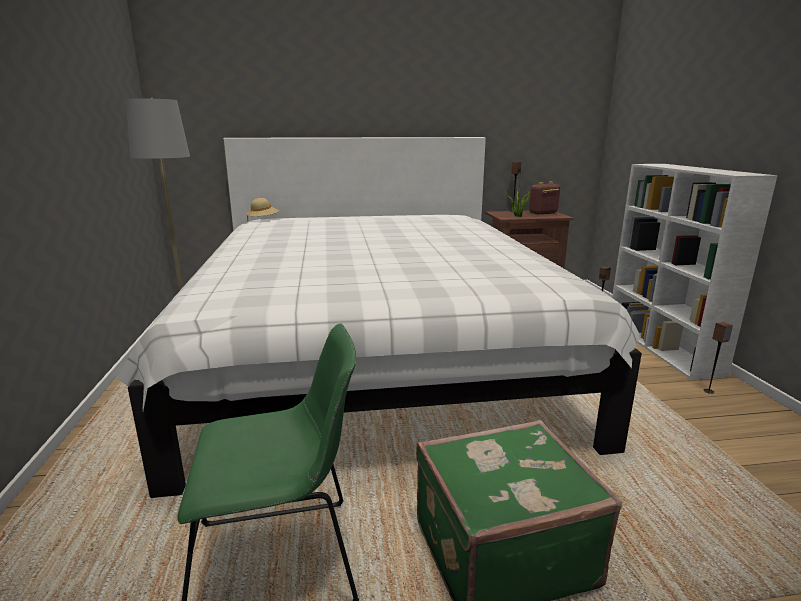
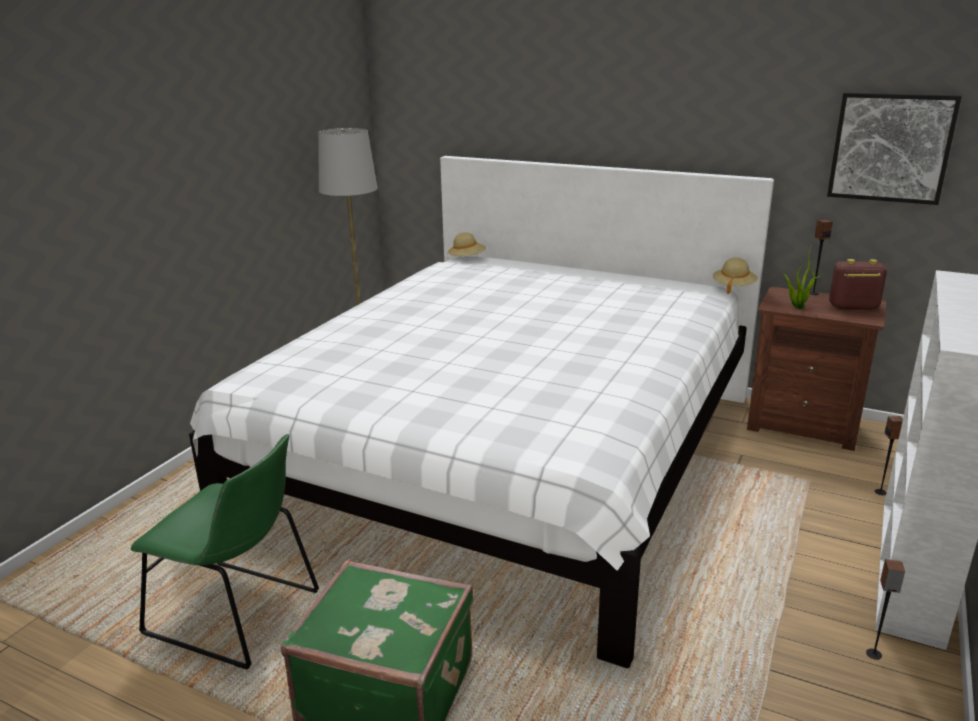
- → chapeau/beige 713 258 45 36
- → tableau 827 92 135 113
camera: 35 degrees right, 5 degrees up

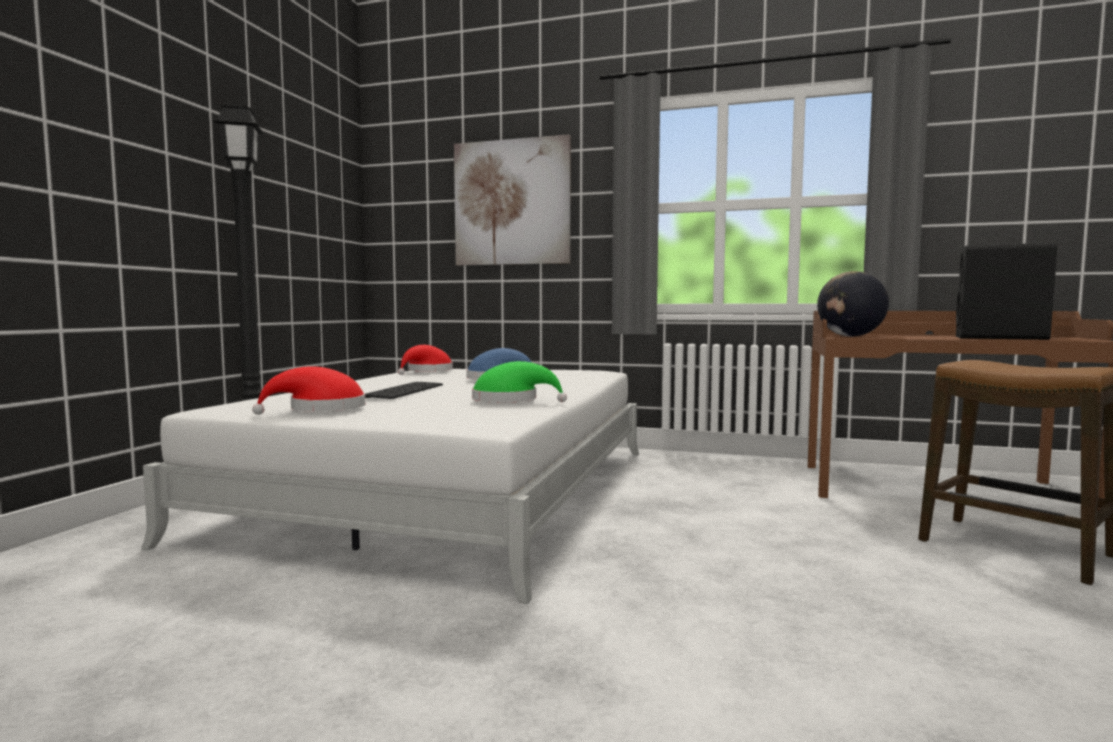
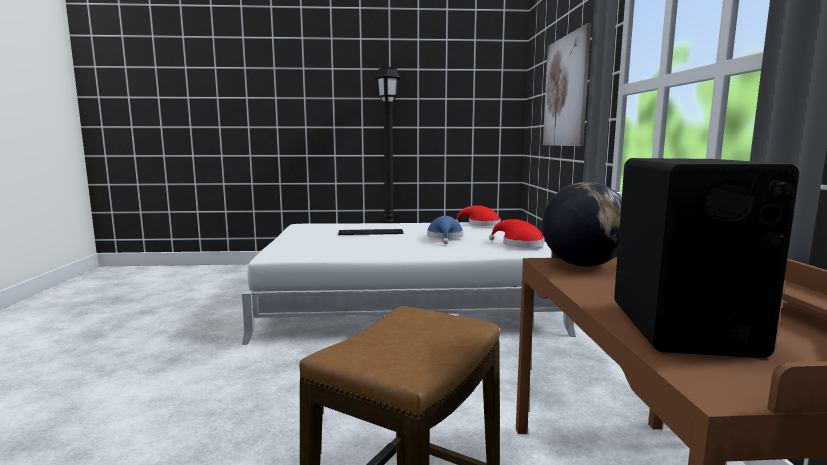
chapeau/rouge 252 366 113 49 → chapeau/rouge 489 219 55 28, relocated
chapeau/vert 472 361 95 42 → -
camera: 70 degrees right, 5 degrees up

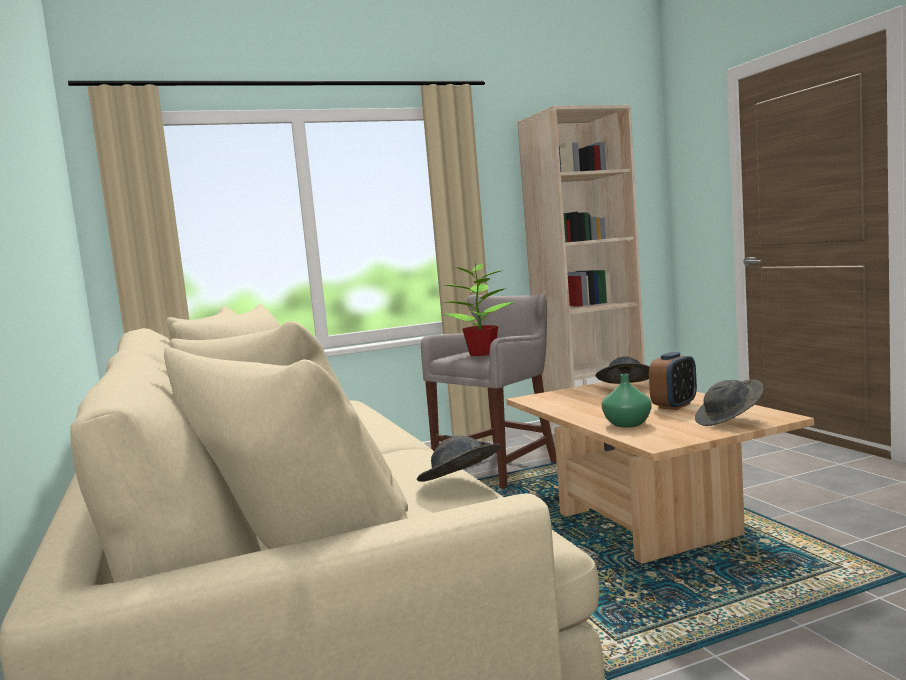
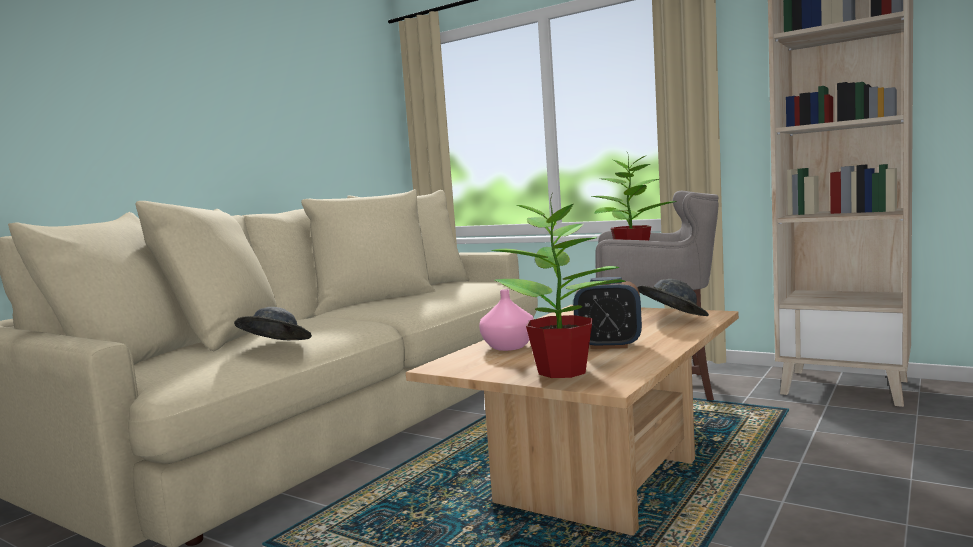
vase/vert 601 374 51 54 → vase/rose 479 289 55 62
chapeau/gris 695 379 69 47 → plante en pot 491 192 135 186
camera: 55 degrees right, 0 degrees up

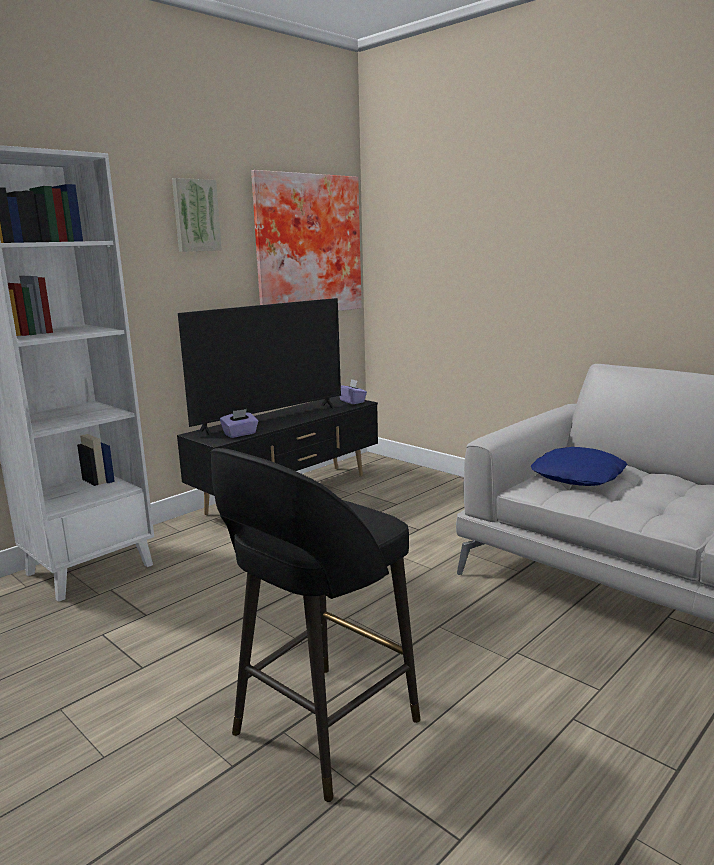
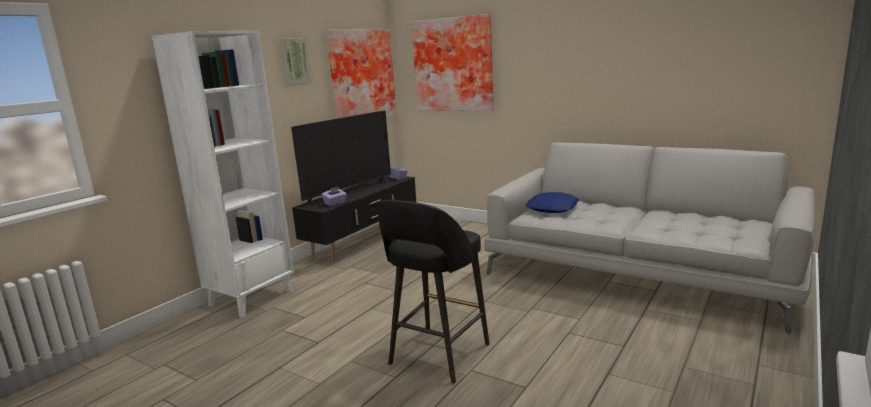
- → tableau 411 14 83 97
camera: 10 degrees left, 0 degrees up

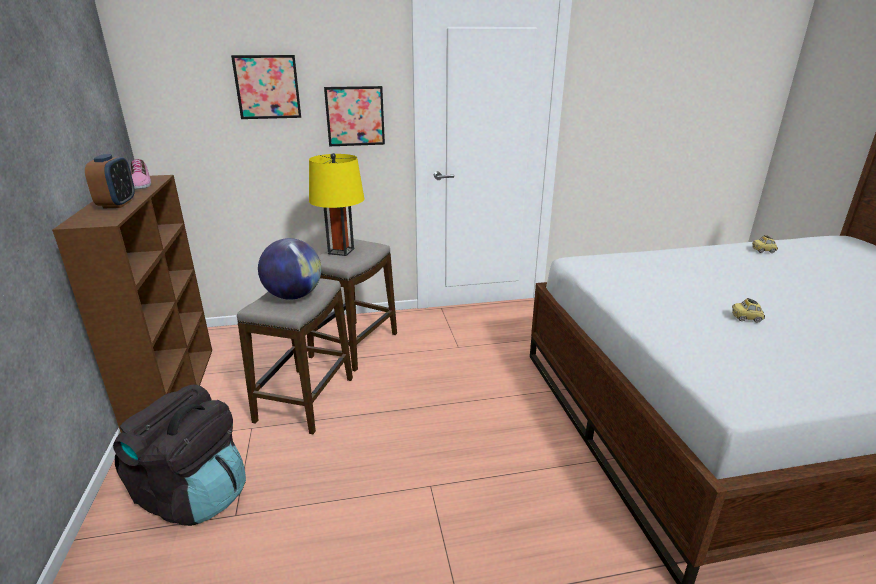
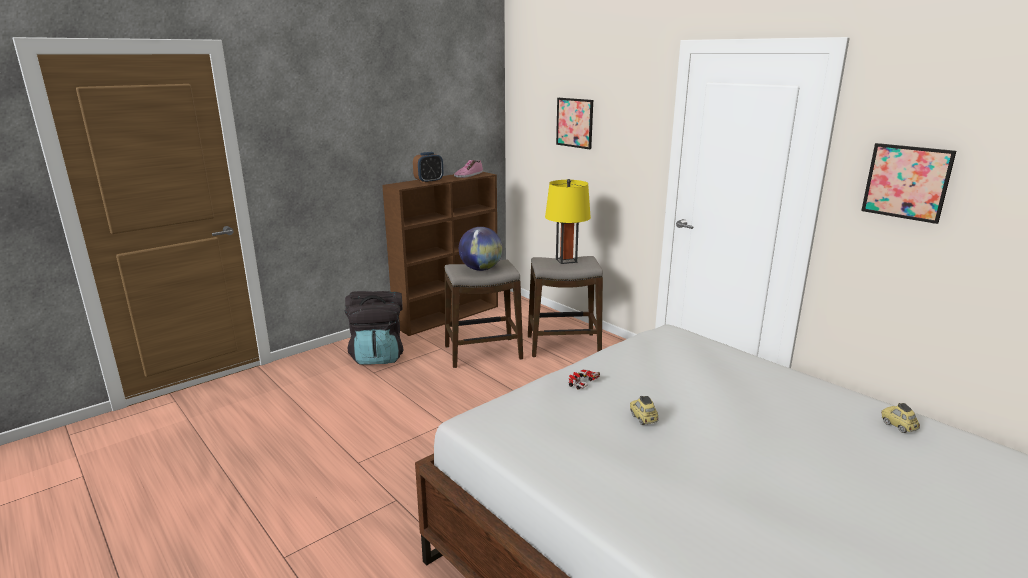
- → petite voiture 568 369 32 20
tableau 324 86 61 60 → tableau 861 143 95 81, relocated
camera: 60 degrees right, 5 degrees down

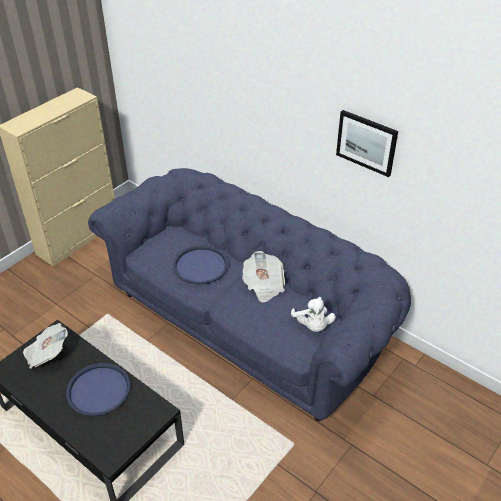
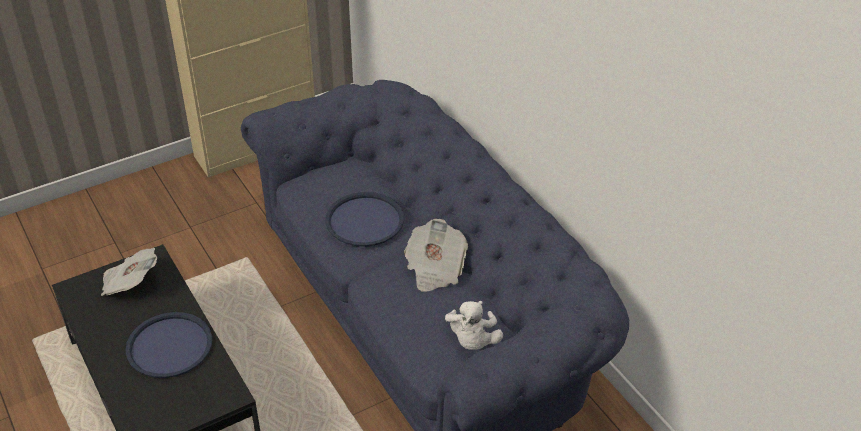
tableau 336 110 62 67 → -
camera: 20 degrees right, 0 degrees up

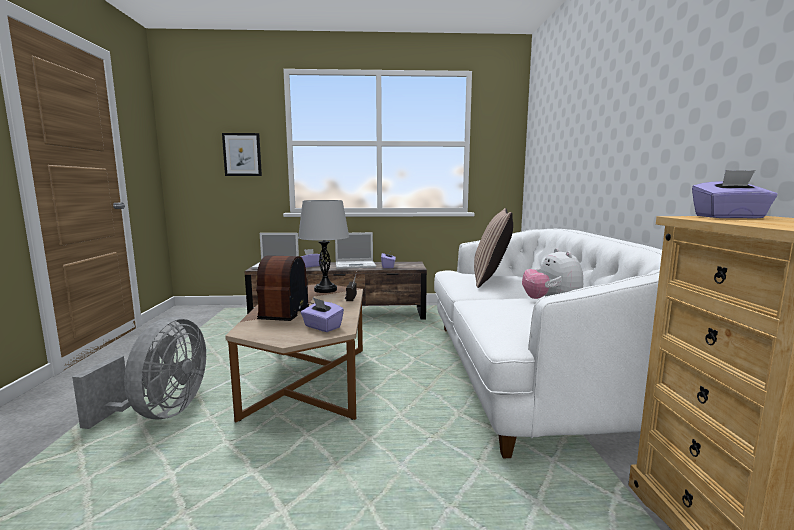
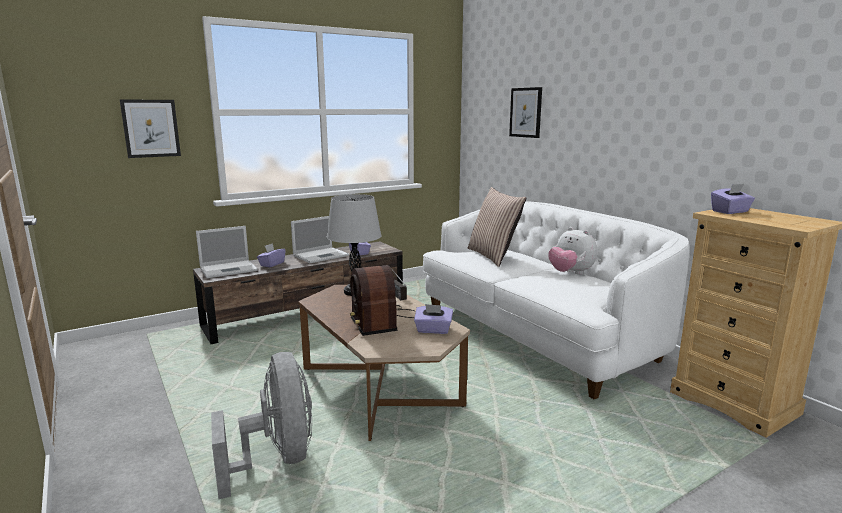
- → tableau 509 87 33 51
camera: 30 degrees left, 5 degrees up

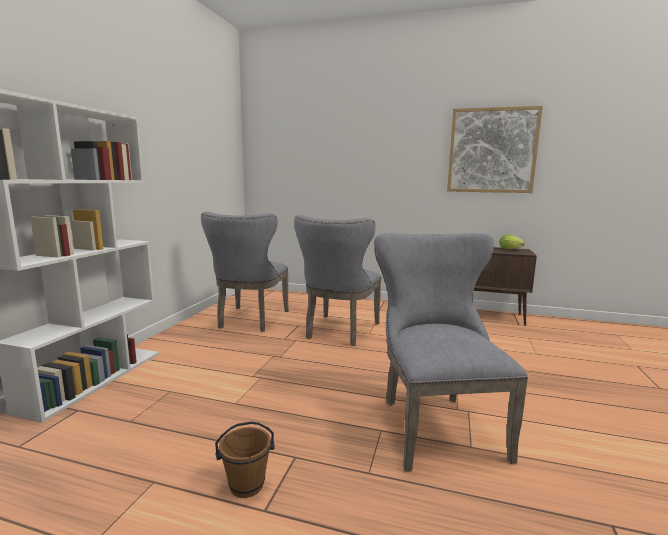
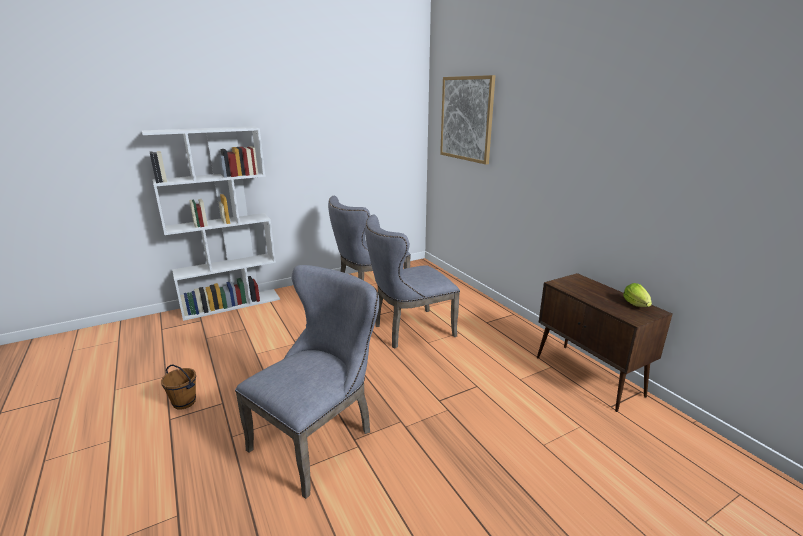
tableau 447 106 96 87 → tableau 440 75 55 89, relocated
camera: 45 degrees right, 10 degrees up

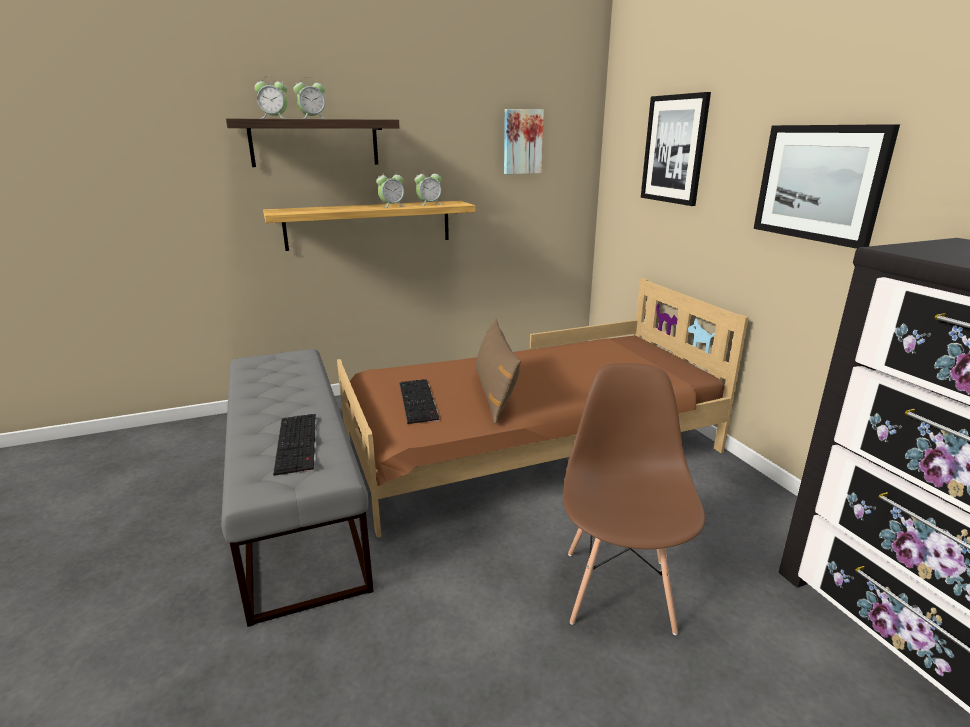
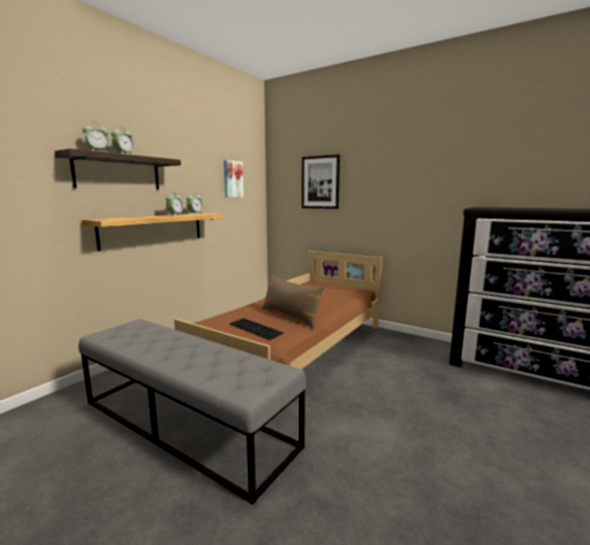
clavier 273 414 44 62 → -
chaise/marron 563 363 142 272 → -
tableau 754 124 146 125 → -
camera: 35 degrees left, 10 degrees down

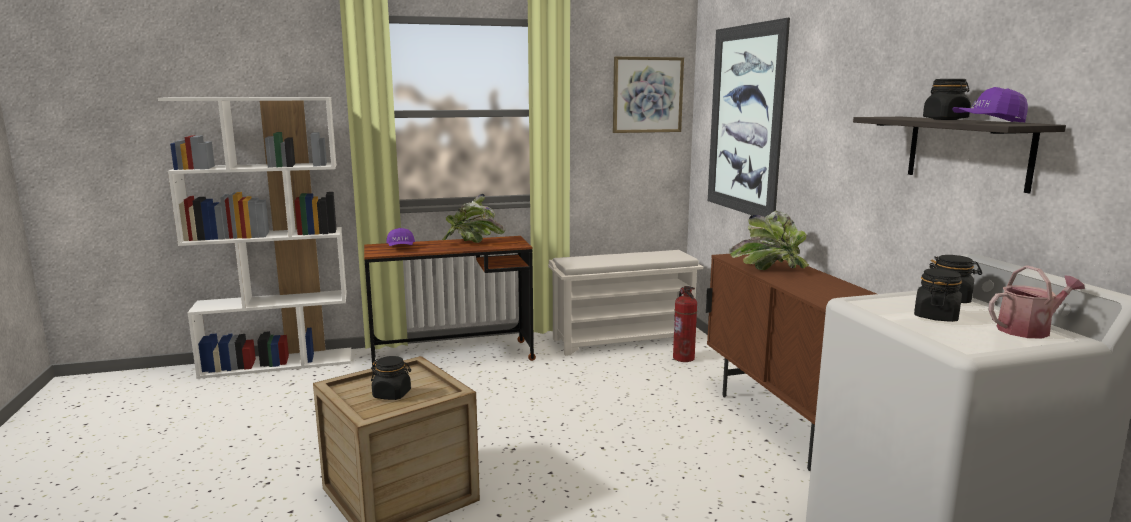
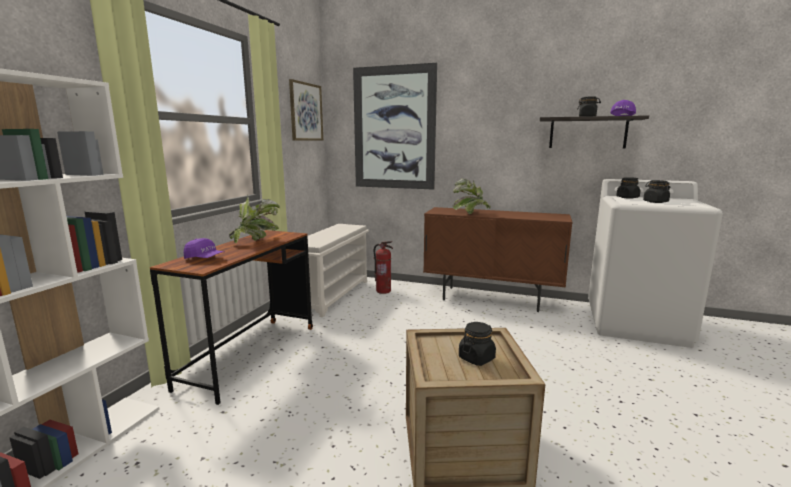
arrosoir 989 265 96 74 → -
camera: 55 degrees left, 0 degrees up

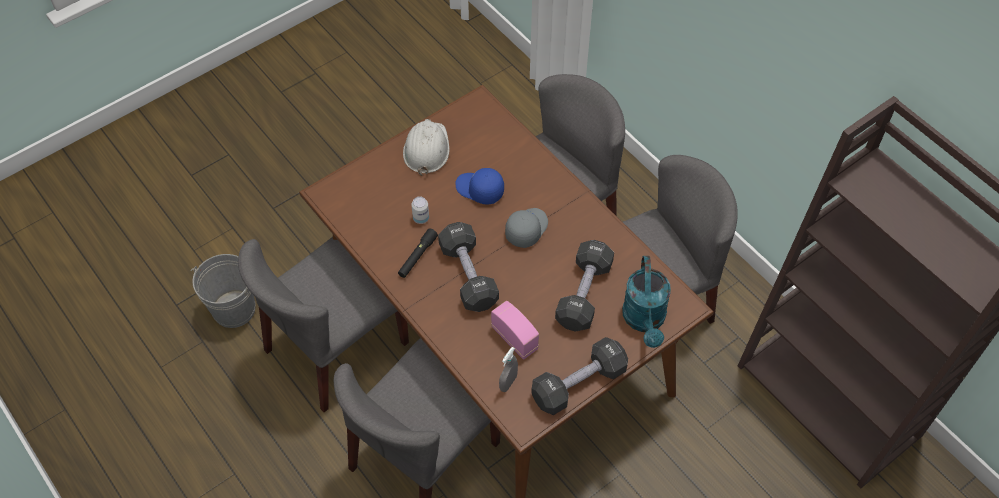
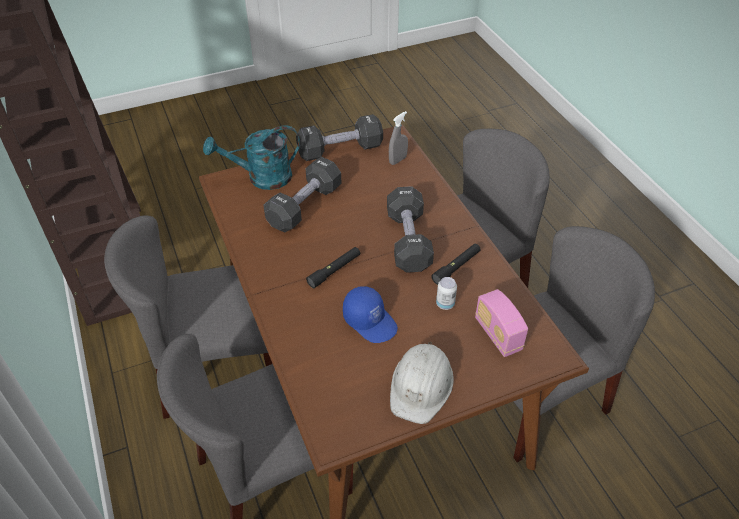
arrosoir/turquoise 622 256 49 92 → arrosoir/turquoise 203 125 97 65, 120 degrees counterclockwise
casquette/gris 505 208 43 40 → lampe de poche/noir 306 247 54 41
radio 491 301 48 59 → radio 475 289 53 68, relocated
seau/gris 191 254 64 74 → -
camera: 165 degrees left, 10 degrees down

